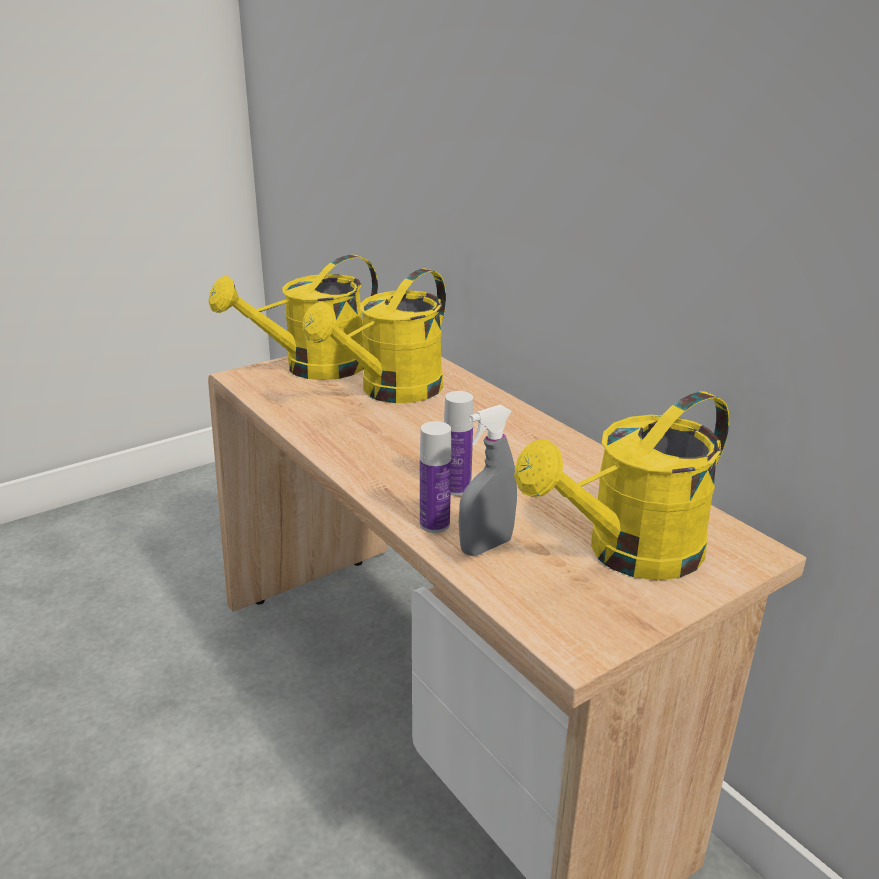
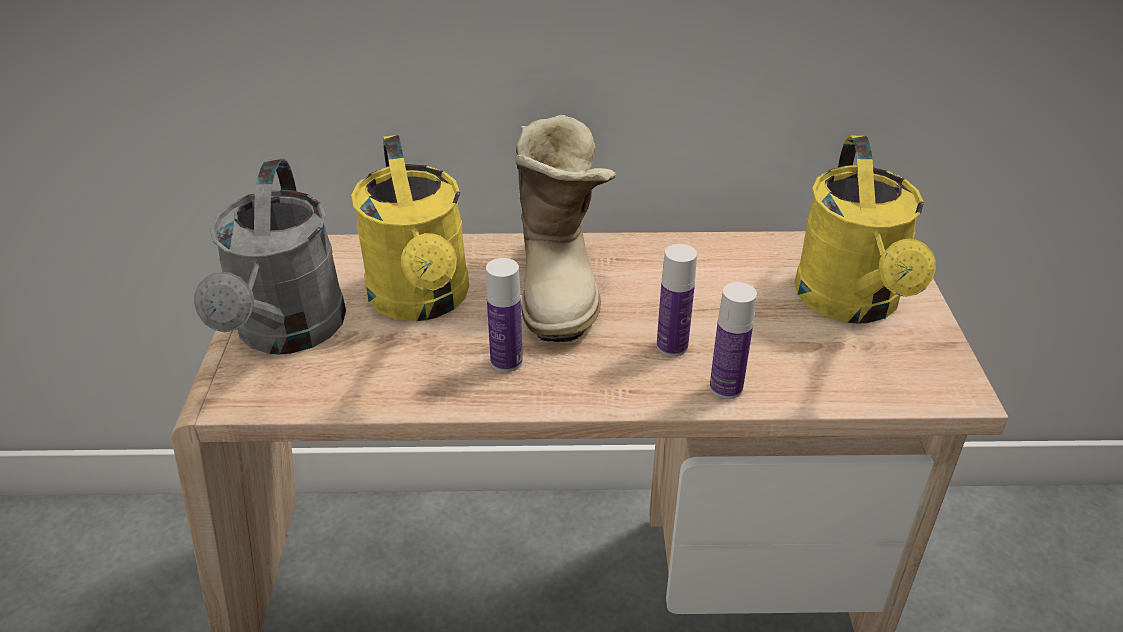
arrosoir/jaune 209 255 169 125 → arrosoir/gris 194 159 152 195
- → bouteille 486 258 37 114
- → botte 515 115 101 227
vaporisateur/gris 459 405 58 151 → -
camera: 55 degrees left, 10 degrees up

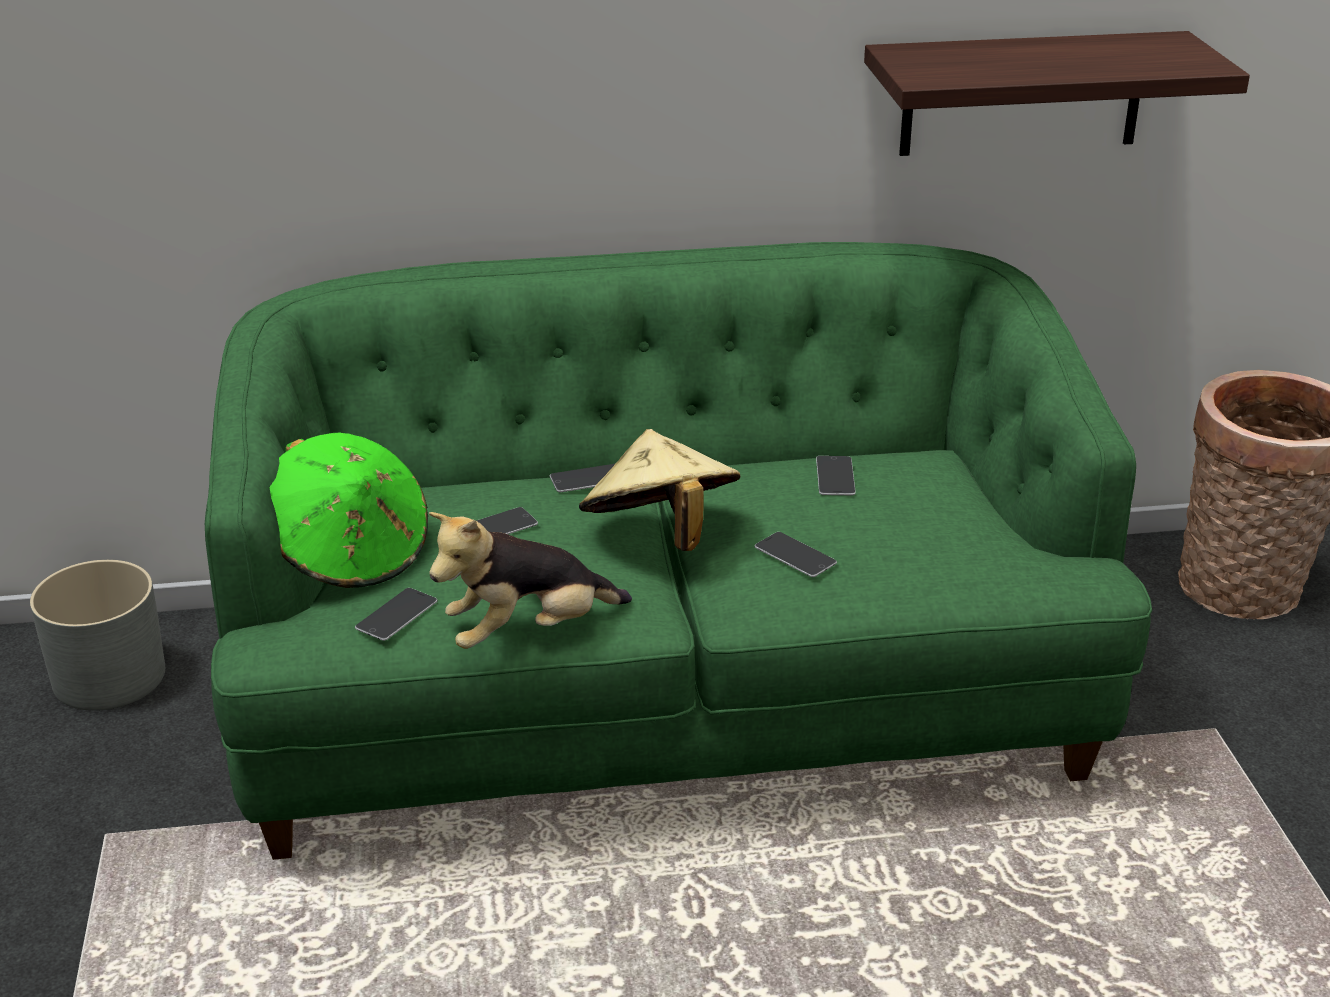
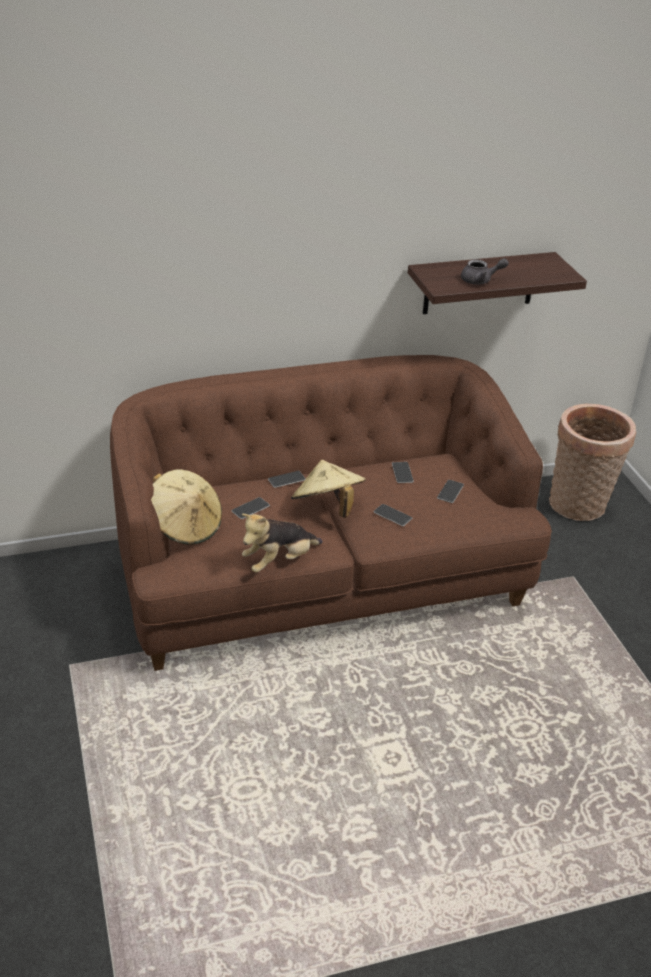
canapé/vert 205 242 947 618 → canapé/marron 110 355 442 316
chapeau/vert 269 433 159 155 → chapeau/beige 151 469 71 76
téléphone 355 588 83 53 → téléphone 437 480 27 23, relocated
- → théière/gris 461 258 48 27
cache-pot/gris 30 560 135 151 → -
camera: 10 degrees left, 5 degrees up

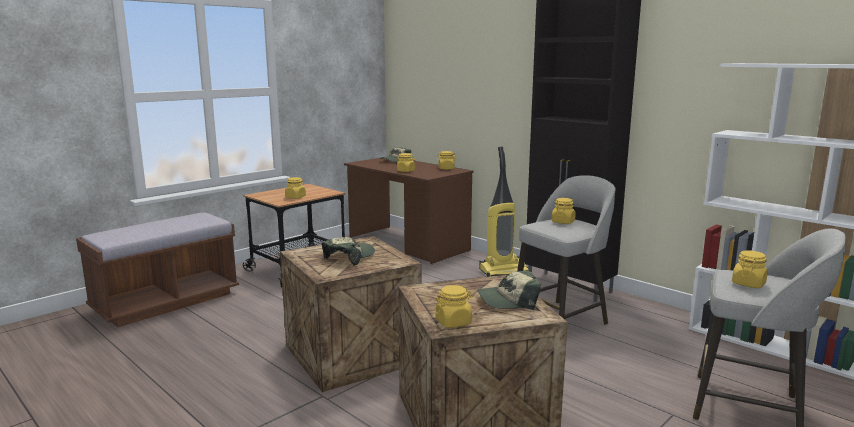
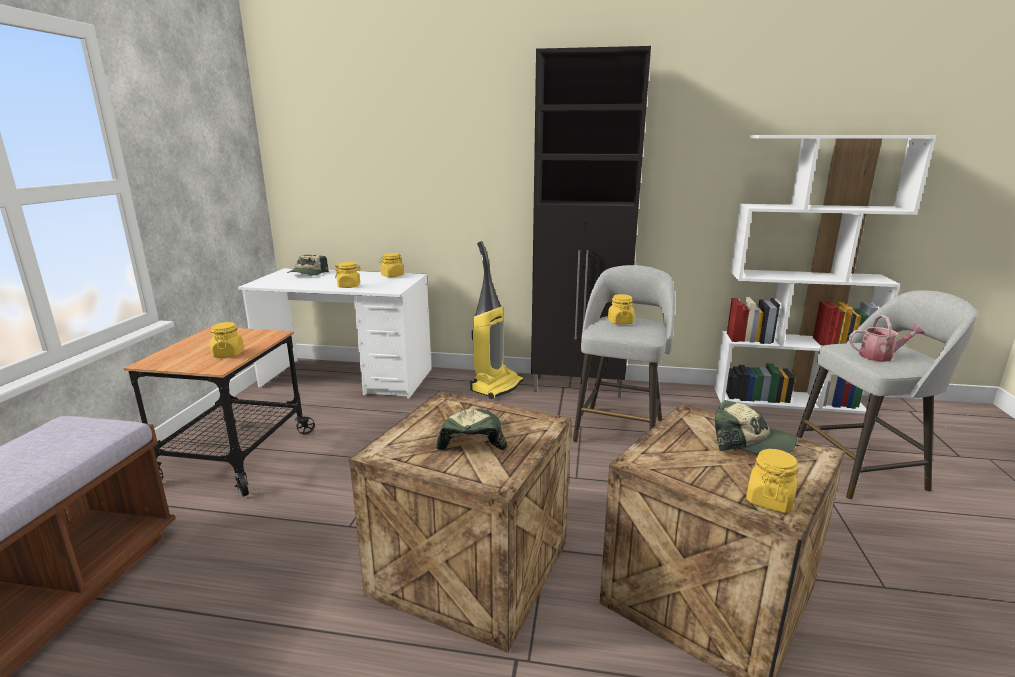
bureau/marron 344 158 129 106 → bureau/blanc 238 268 194 131
casquette 477 271 64 39 → casquette 715 400 82 54, 105 degrees counterclockwise
bocal/jaune 732 250 36 38 → arrosoir 849 315 76 47
camera: 35 degrees left, 5 degrees up

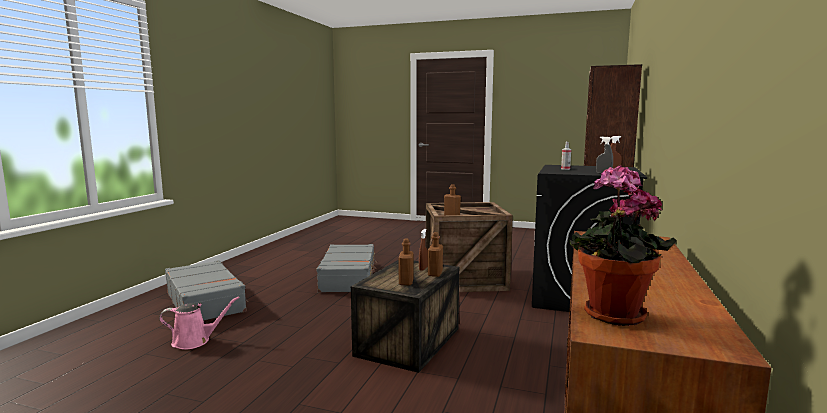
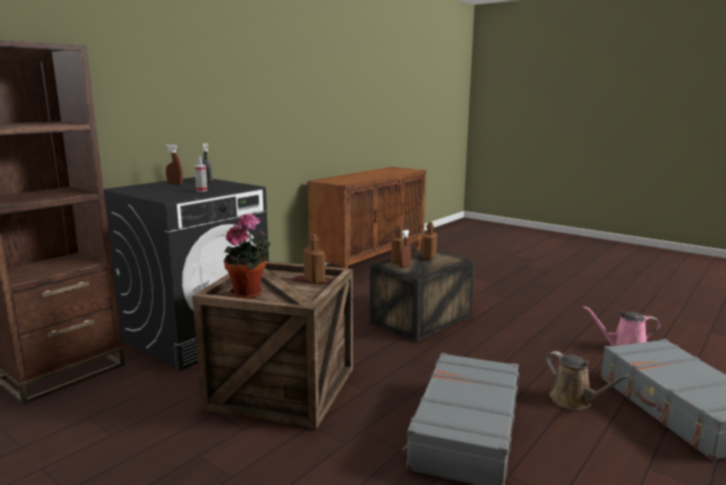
plante en pot 569 166 107 160 → plante en pot 224 213 47 86, relocated
- → arrosoir/marron 546 351 85 59
camera: 160 degrees left, 5 degrees up

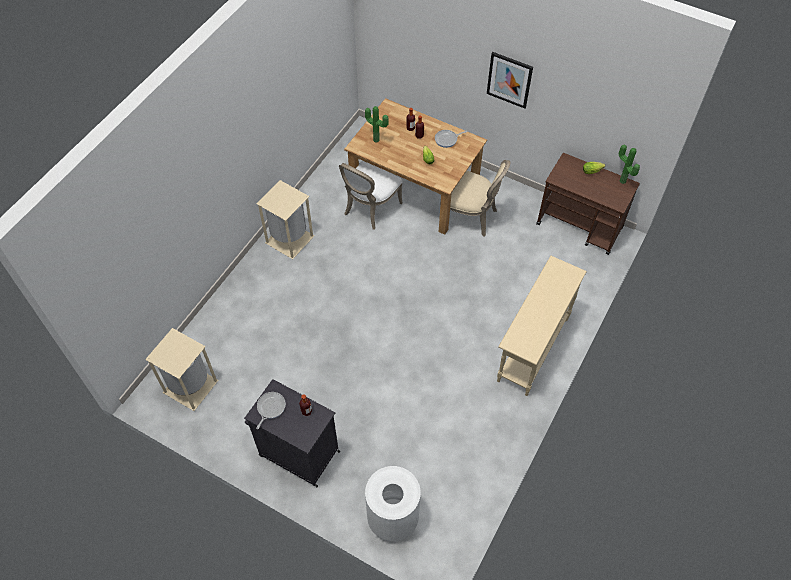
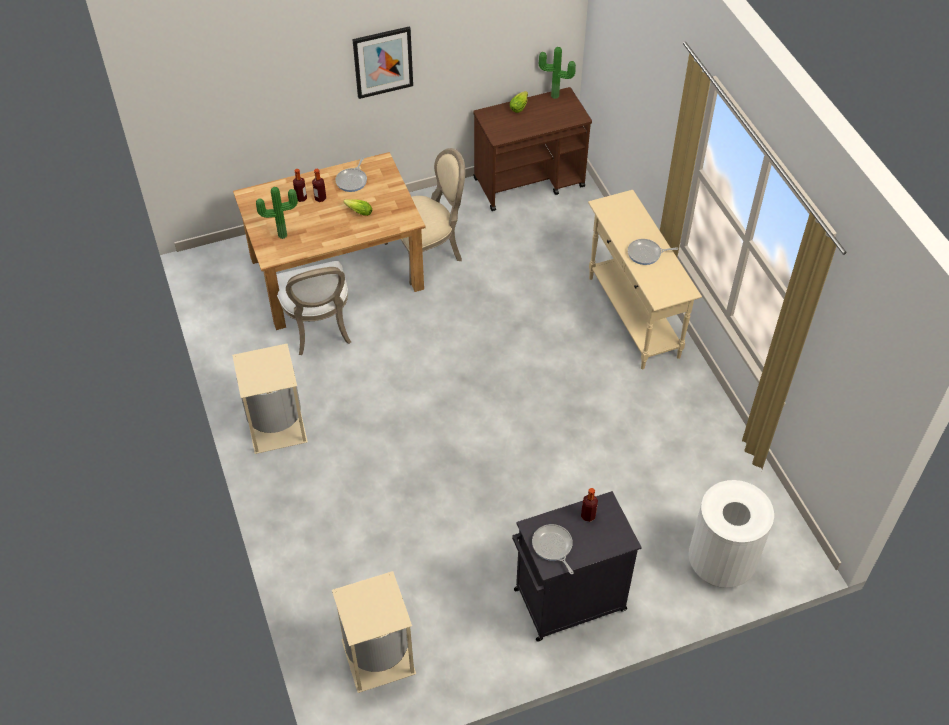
- → poêle 628 239 50 26
camera: 50 degrees left, 5 degrees down

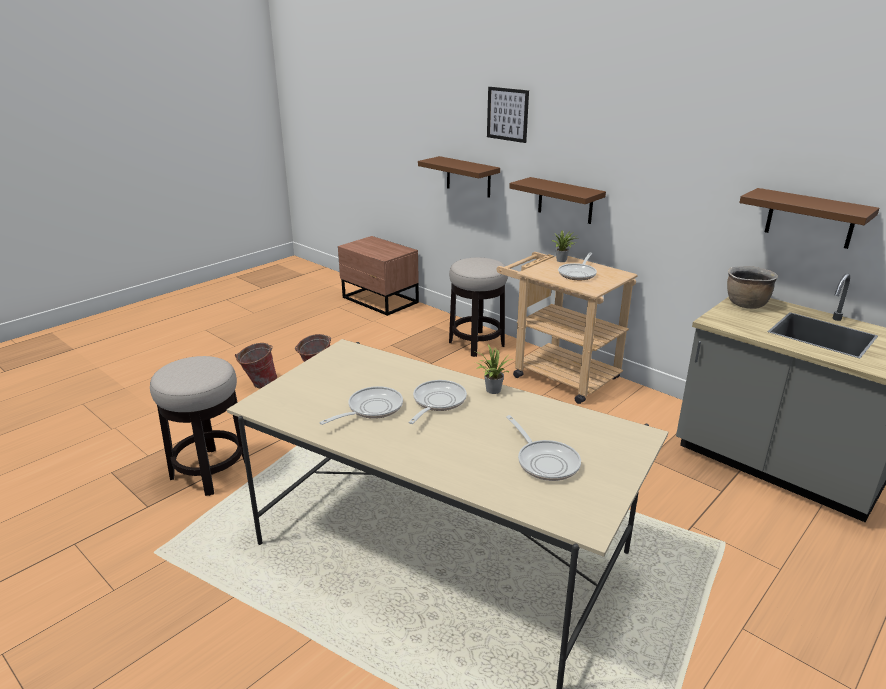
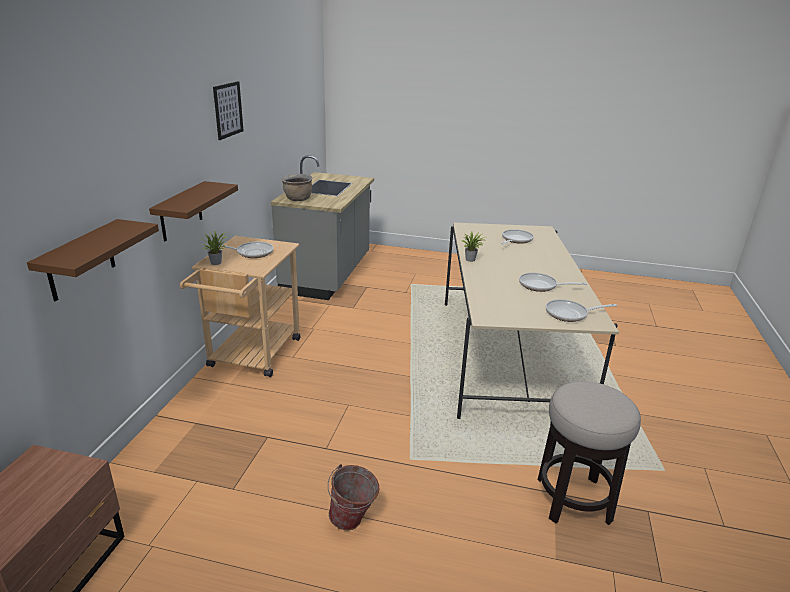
tableau 487 87 42 56 → tableau 213 81 31 59, relocated
poêle 408 380 59 44 → poêle 546 299 71 23, relocated
seau 235 343 42 45 → -
tabouret 449 257 59 100 → -
étagère/marron 739 188 140 61 → -
camera: 120 degrees left, 0 degrees up

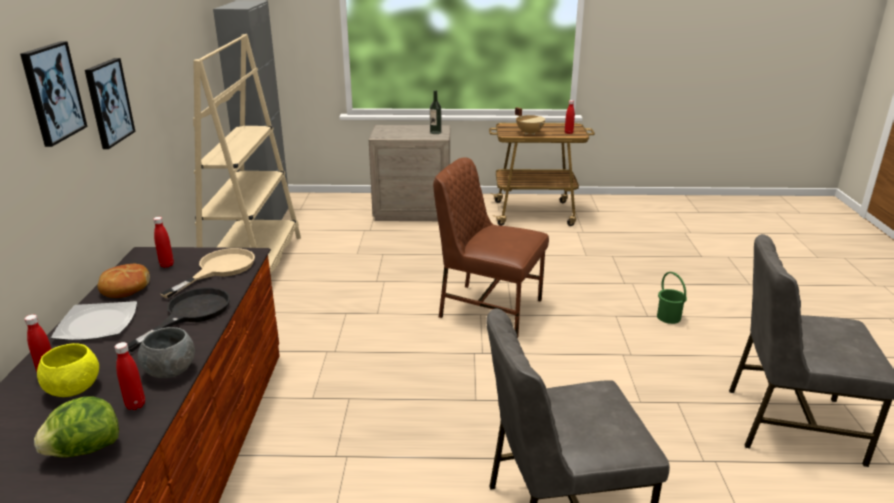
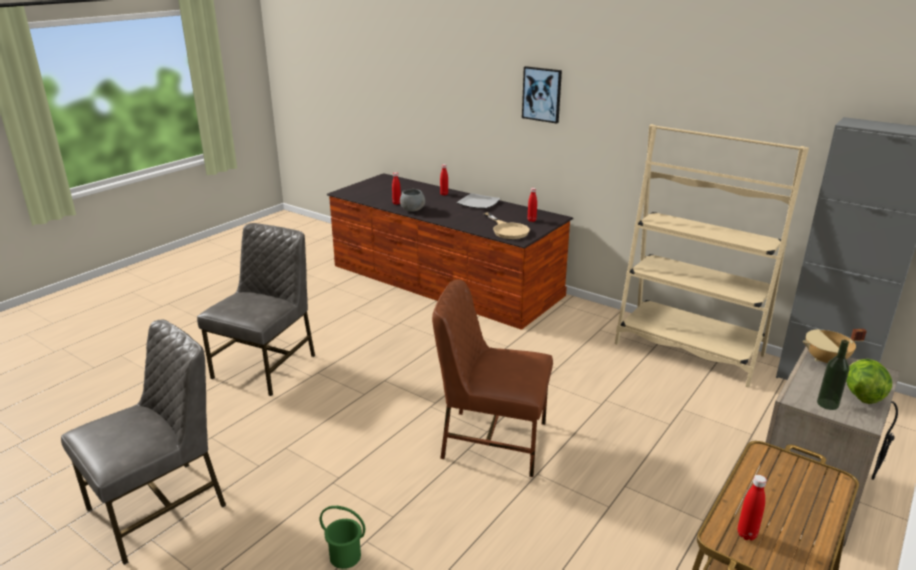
chaise/marron 433 158 116 180 → chaise/marron 432 279 121 198, 135 degrees counterclockwise
marmite/beige 515 107 30 28 → marmite/beige 803 329 64 34, relocated
laitue 34 396 85 61 → laitue 846 359 46 45, relocated
bol/jaune 37 343 62 54 → -
tableau 85 58 51 91 → -
pain 97 264 53 34 → -
poêle/noir 127 288 103 64 → -
camera: 125 degrees right, 0 degrees up

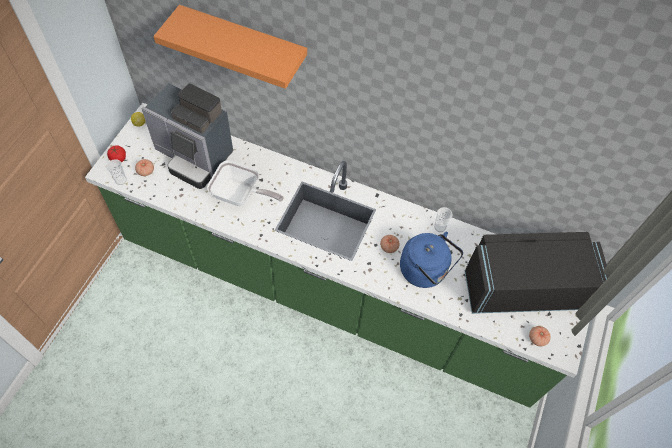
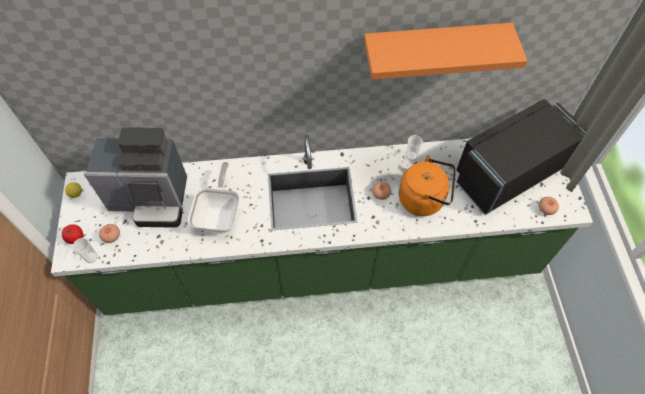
poêle 207 161 77 45 → poêle 188 162 51 71, 75 degrees counterclockwise
étagère/orange 153 5 154 84 → étagère/orange 364 23 163 57, relocated
bouilloire/bleu 400 232 63 56 → bouilloire/orange 399 155 57 61
camera: 25 degrees left, 0 degrees up

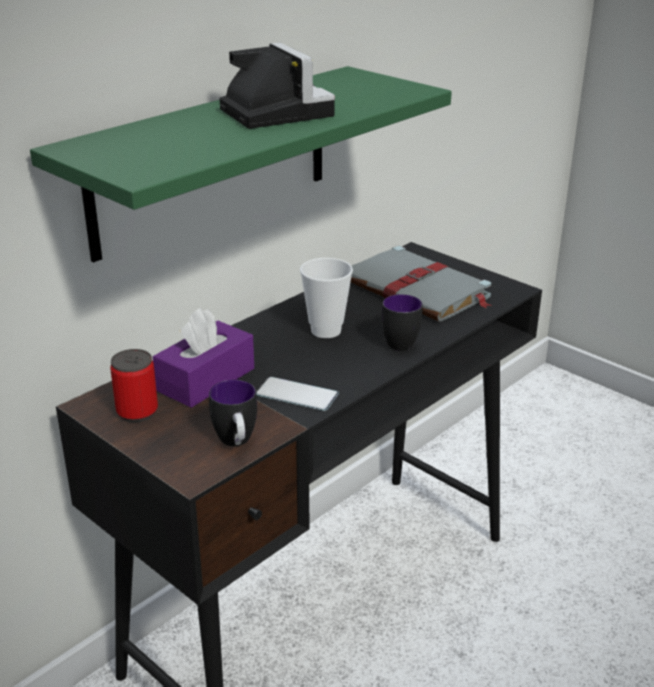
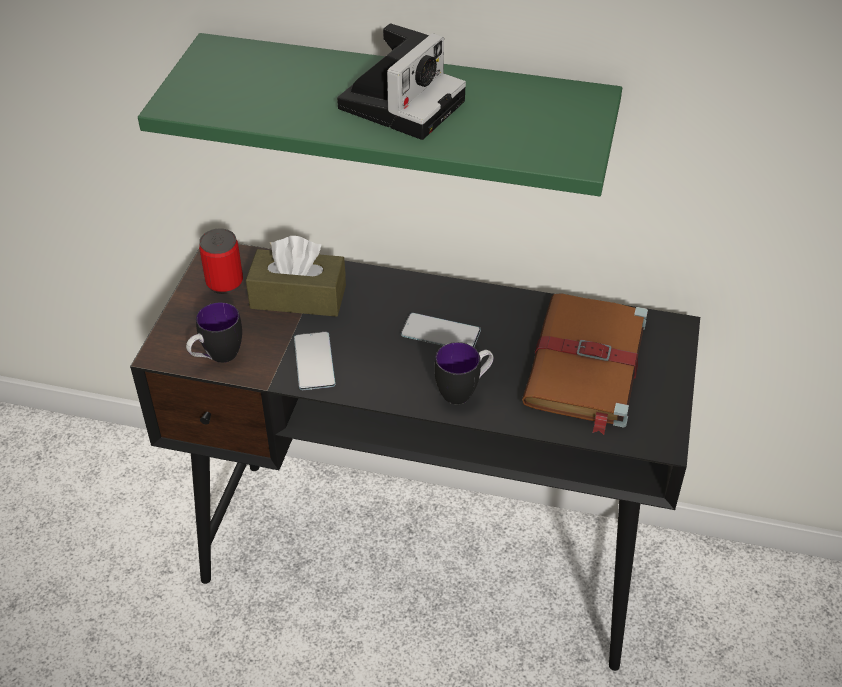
boîte à mouchoirs/violet 153 308 101 100 → boîte à mouchoirs/marron 246 236 100 81
tasse 300 258 53 80 → téléphone 401 313 80 34
livre/gris 351 246 140 76 → livre/marron 522 293 126 142
camera: 60 degrees right, 15 degrees up

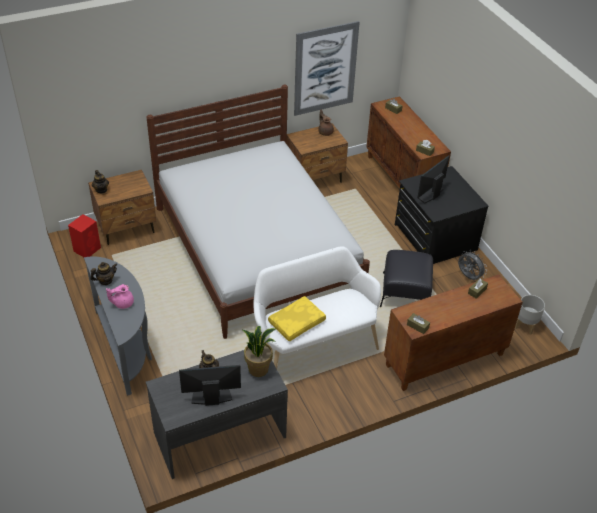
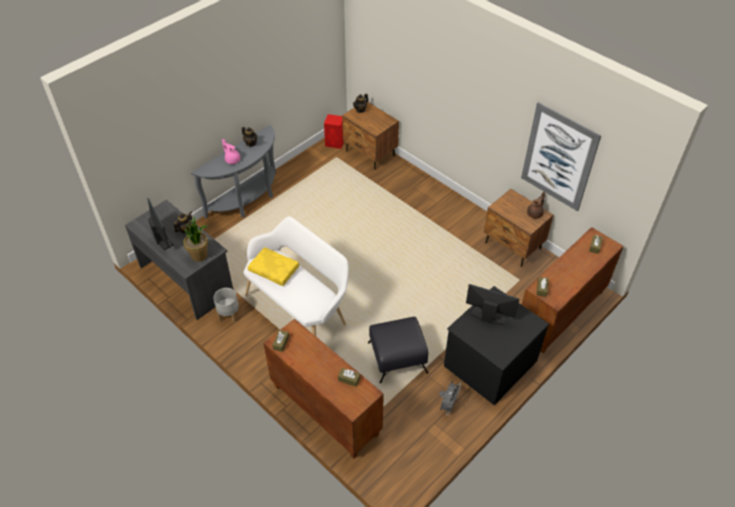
cache-pot/gris 515 295 30 40 → cache-pot/gris 213 288 26 35, relocated
lit/blanc 146 85 224 254 → -
camera: 70 degrees right, 5 degrees up

